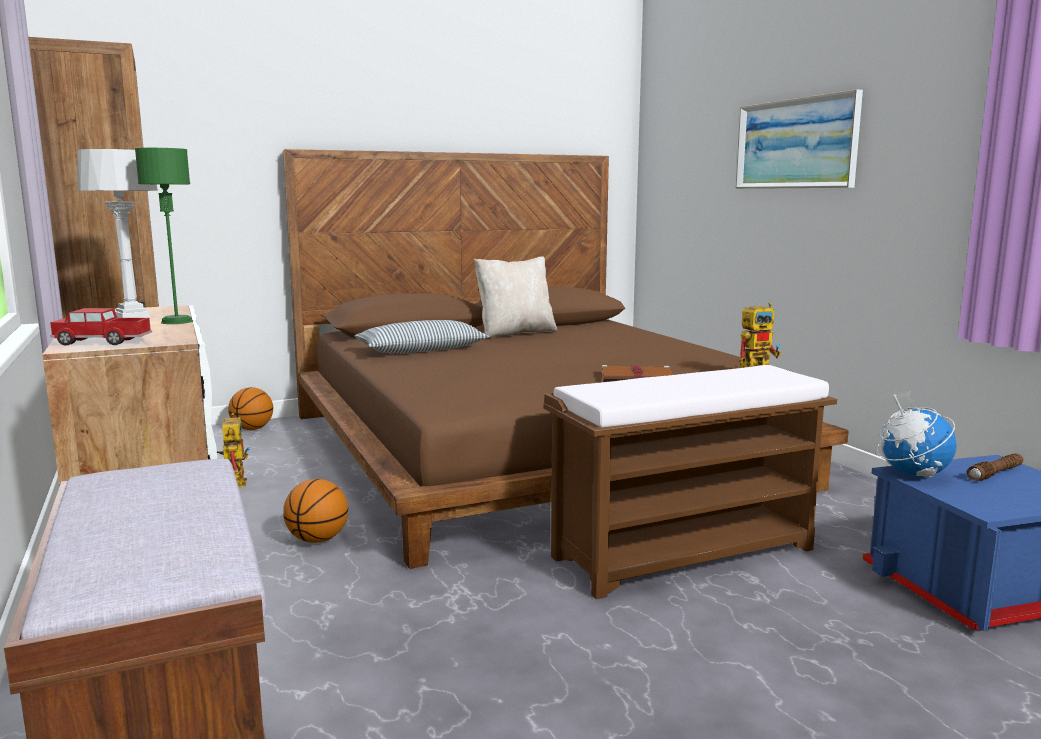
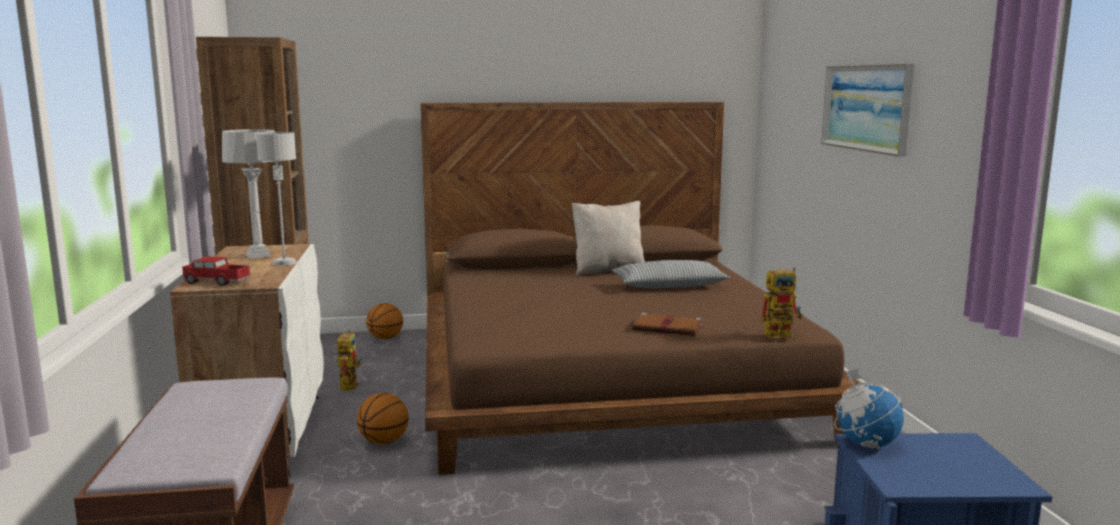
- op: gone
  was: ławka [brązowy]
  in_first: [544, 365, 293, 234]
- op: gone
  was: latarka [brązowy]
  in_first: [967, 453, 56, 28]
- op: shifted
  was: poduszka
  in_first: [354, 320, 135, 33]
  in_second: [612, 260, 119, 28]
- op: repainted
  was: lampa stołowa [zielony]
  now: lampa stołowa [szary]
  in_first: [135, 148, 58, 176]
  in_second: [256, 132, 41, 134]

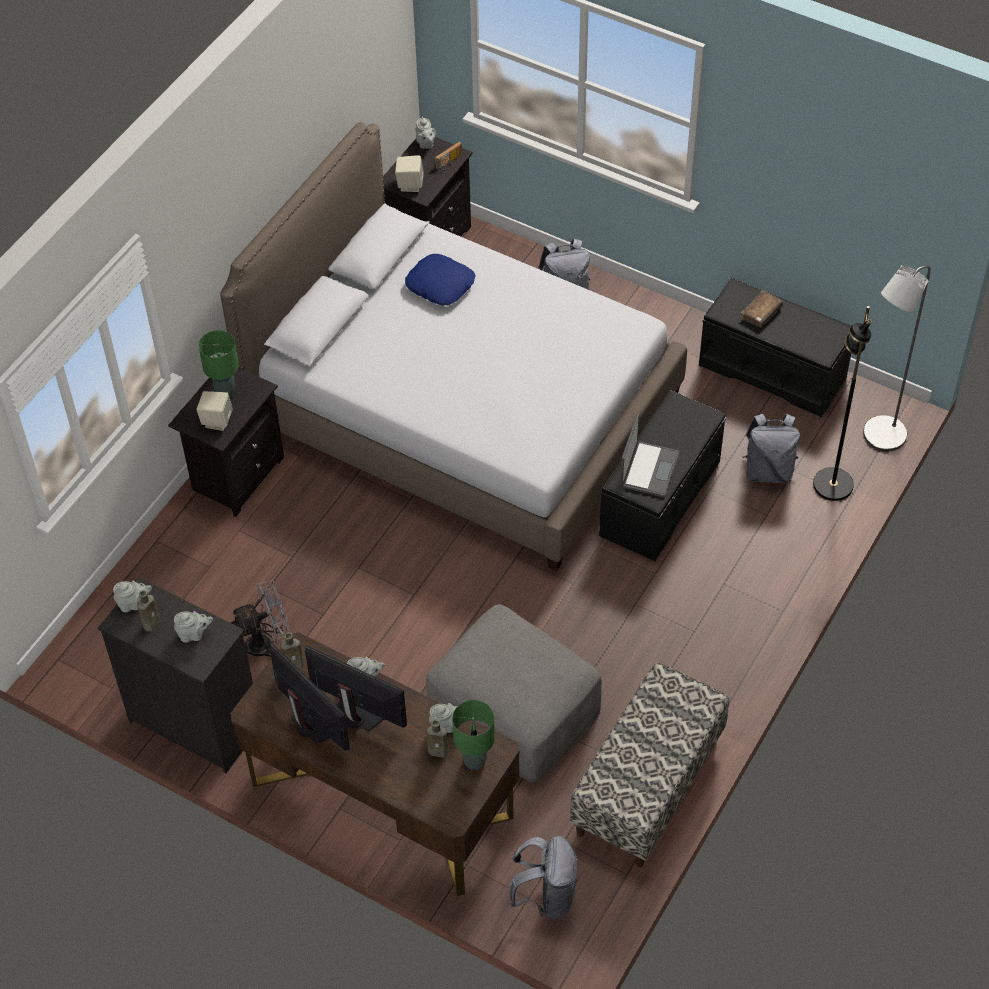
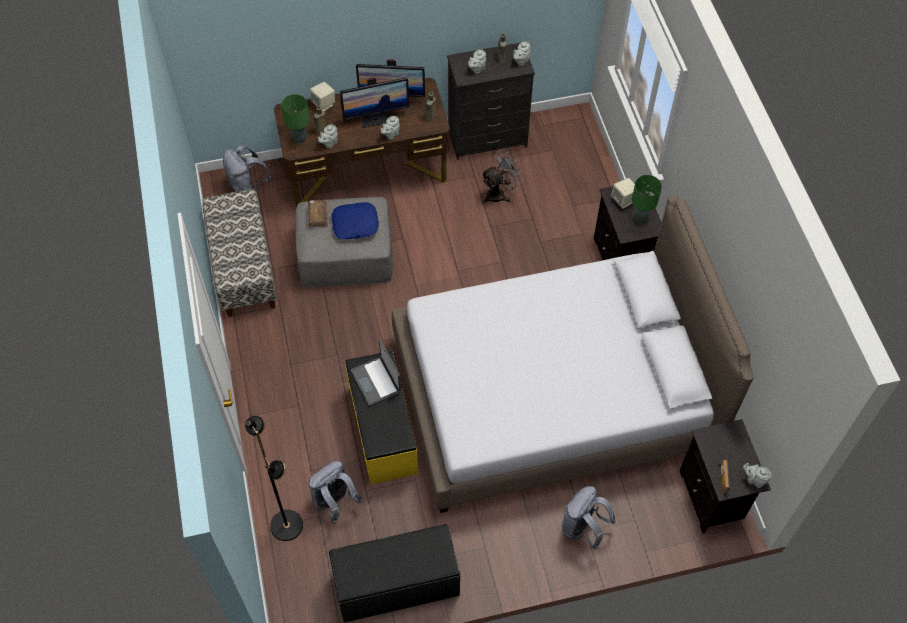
- op: gone
  was: lampa stojąca [szary]
  in_first: [863, 265, 68, 187]
- op: shifted
  was: głośnik [beżowy]
  in_first: [395, 155, 29, 37]
  in_second: [310, 82, 25, 29]
- op: shifted
  was: poduszka [niebieski]
  in_first: [405, 254, 70, 51]
  in_second: [331, 202, 48, 37]
- op: shifted
  was: książka [brązowy]
  in_first: [741, 290, 42, 37]
  in_second: [308, 200, 20, 27]
- op: repainted
  was: ławka [czarny]
  now: ławka [żółty]
  in_first: [599, 390, 127, 171]
  in_second: [345, 350, 73, 135]
- op: rotated
  was: wentylator [szary]
  in_first: [231, 580, 60, 77]
  in_second: [481, 149, 42, 55]
  clockwise: -150

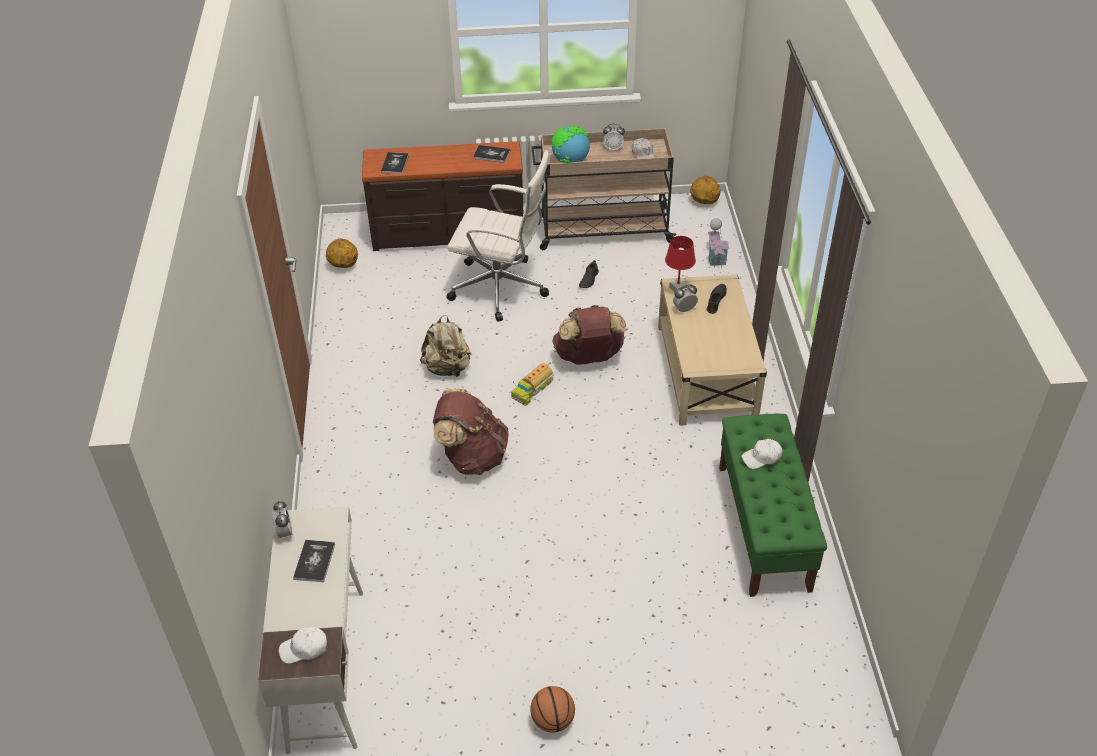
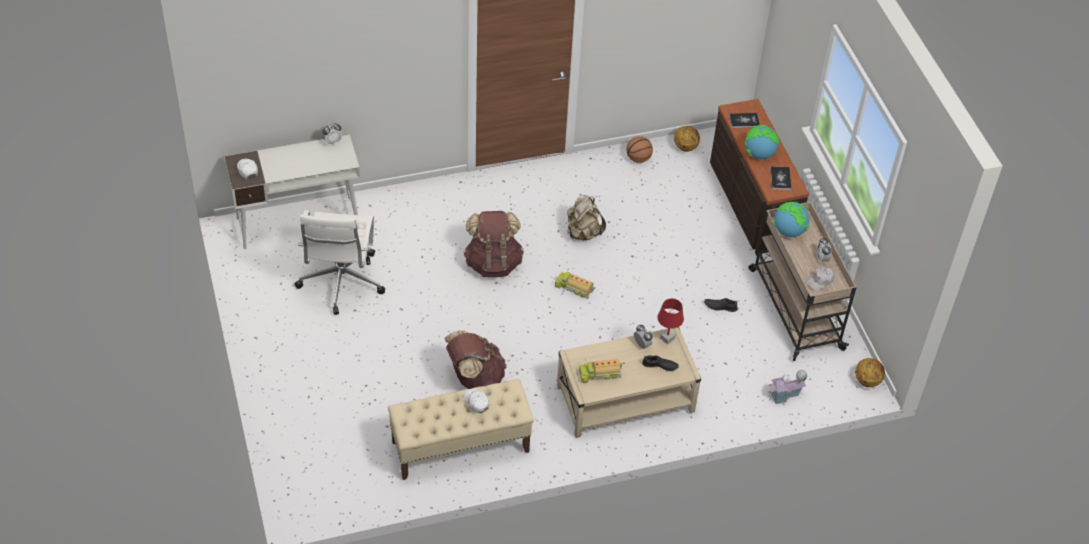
- op: gone
  was: książka
  in_first: [293, 540, 42, 42]
- op: new
  now: ciężarówka zabawkowa
  in_second: [579, 358, 46, 25]
- op: new
  now: globus
  in_second: [745, 125, 35, 34]
- op: shifted
  was: krzesło biurowe [biały]
  in_first: [446, 150, 104, 171]
  in_second: [294, 210, 91, 105]
- op: shifted
  was: piłka do koszykówki
  in_first: [530, 686, 45, 47]
  in_second: [626, 136, 27, 27]
- op: shifted
  was: plecak [brązowy]
  in_first: [552, 305, 74, 60]
  in_second: [445, 330, 62, 59]
- op: repainted
  was: ławka [zielony]
  now: ławka [beżowy]
  in_first: [719, 414, 108, 183]
  in_second: [388, 379, 146, 101]

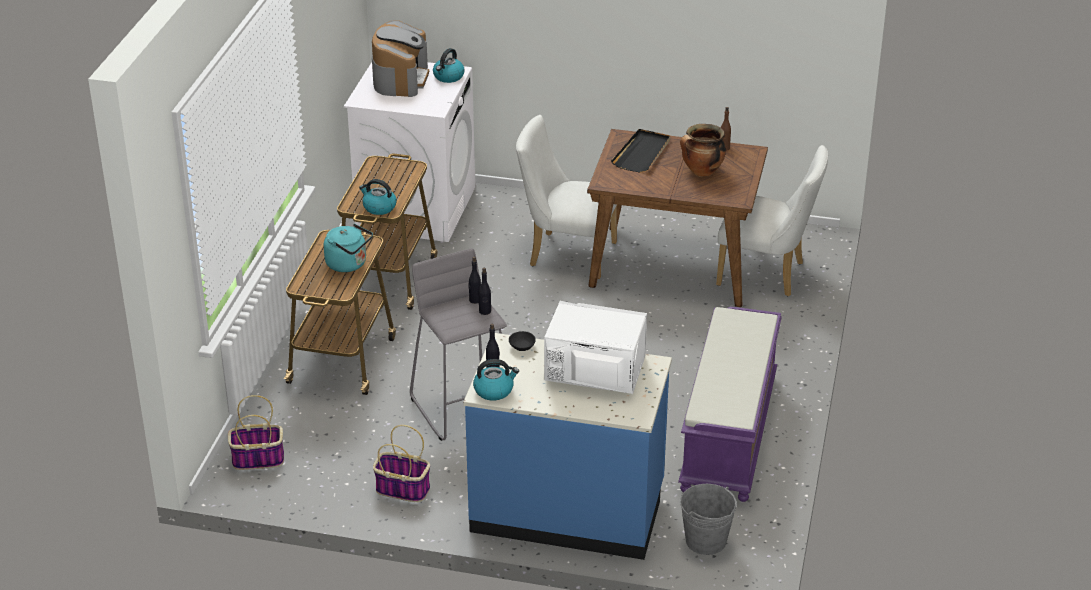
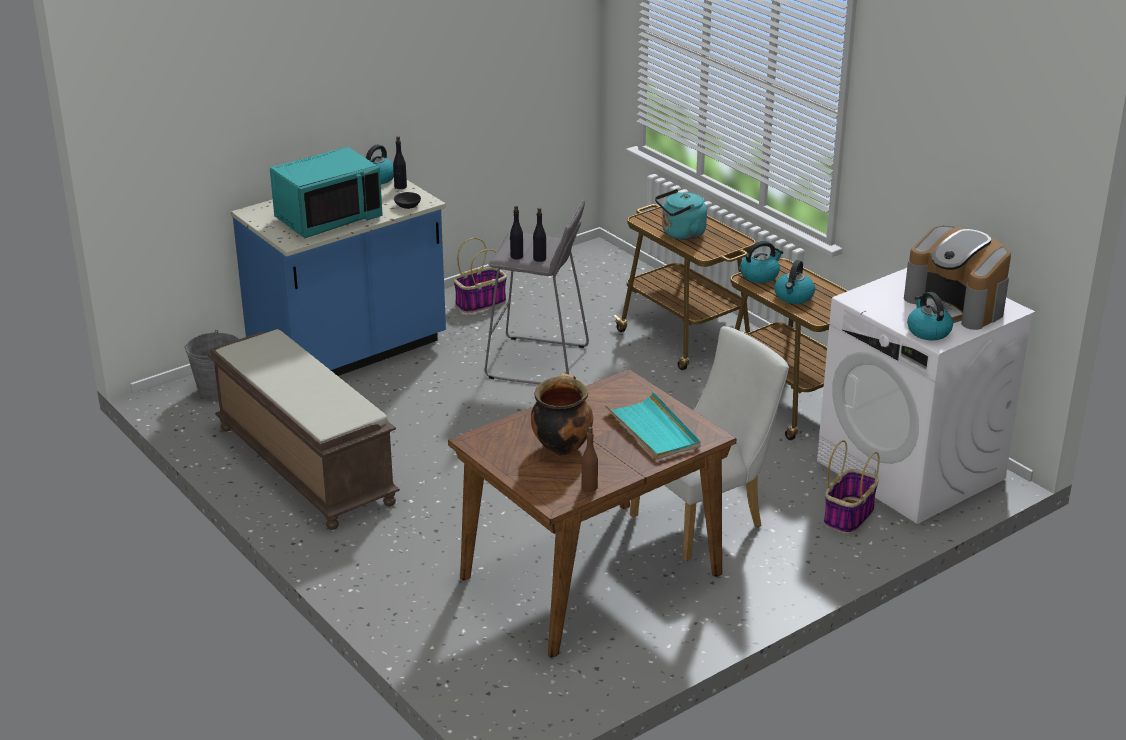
- op: gone
  was: krzesło [biały]
  in_first: [716, 145, 112, 152]
- op: new
  now: czajnik
  in_second: [774, 260, 41, 44]
- op: shifted
  was: koszyk
  in_first: [228, 395, 56, 75]
  in_second: [824, 440, 56, 94]
- op: repainted
  was: mikrofalówka [biały]
  now: mikrofalówka [turkusowy]
  in_first: [544, 301, 103, 93]
  in_second: [270, 147, 113, 91]
- op: repainted
  was: taca [czarny]
  now: taca [turkusowy]
  in_first: [611, 129, 59, 44]
  in_second: [605, 392, 96, 68]
- op: repainted
  was: ławka [fioletowy]
  now: ławka [brązowy]
  in_first: [678, 307, 104, 195]
  in_second: [208, 329, 192, 201]

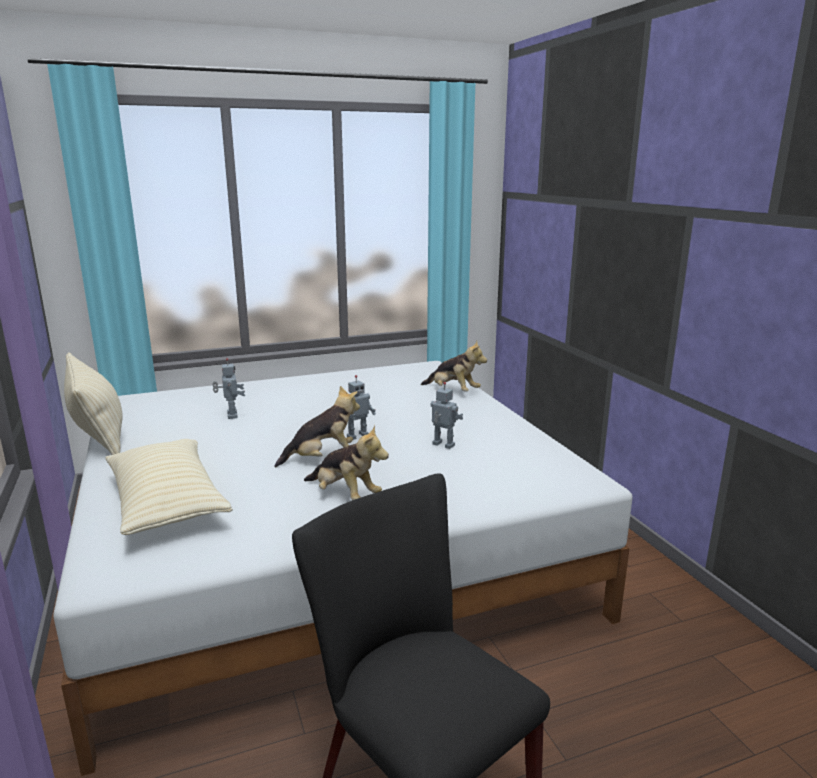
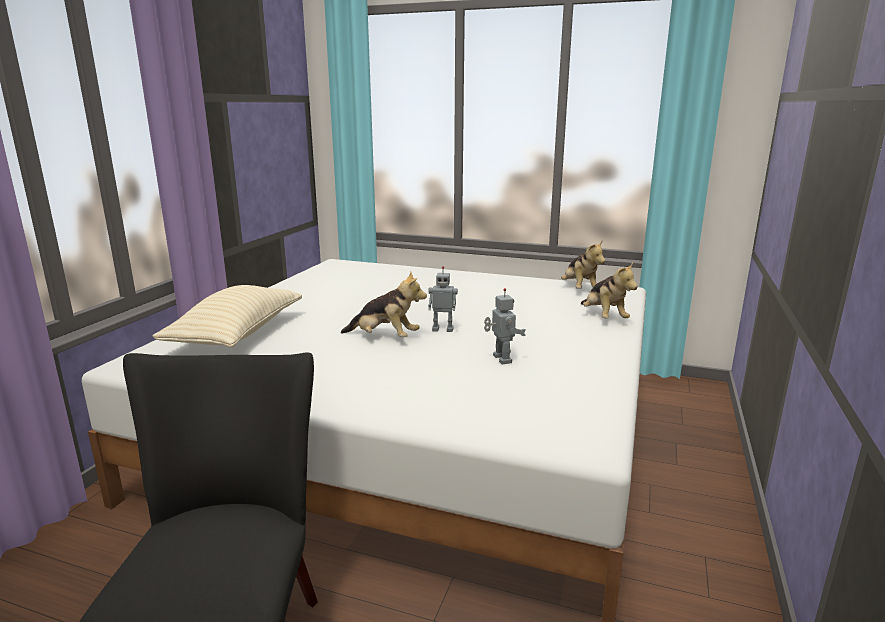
- op: gone
  was: poduszka [beżowy]
  in_first: [64, 352, 59, 103]
- op: gone
  was: robot zabawkowy
  in_first: [212, 358, 33, 61]
- op: shifted
  was: pluszak
  in_first: [304, 425, 85, 75]
  in_second: [561, 241, 44, 48]

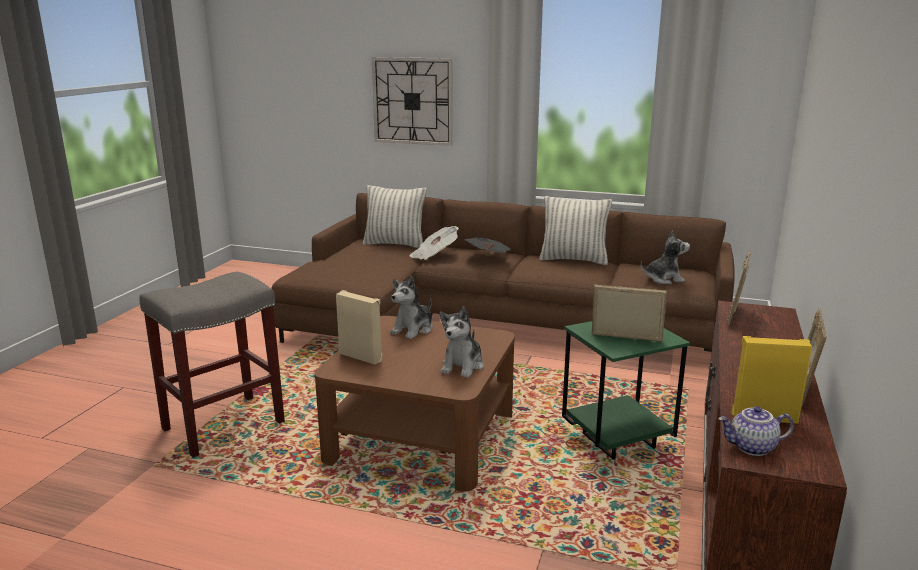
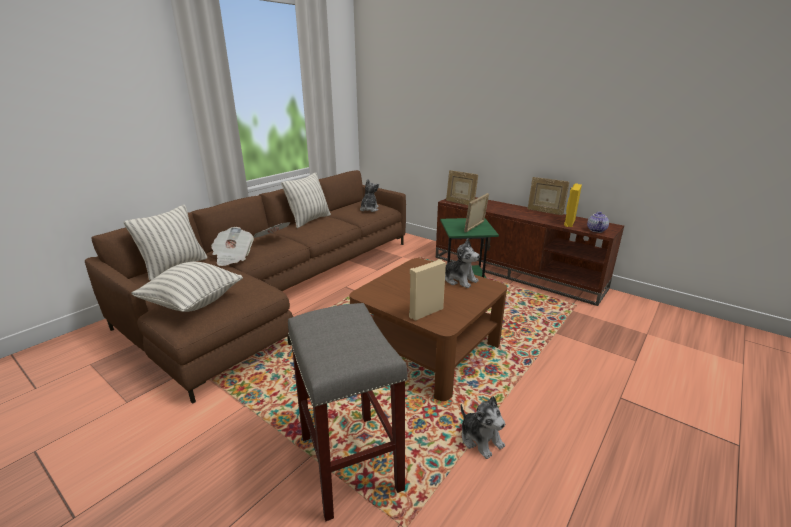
- op: gone
  was: zegar ścienny
  in_first: [372, 57, 81, 89]
- op: new
  now: poduszka
  in_second: [131, 262, 112, 50]
- op: shifted
  was: pluszak
  in_first: [390, 275, 43, 64]
  in_second: [461, 396, 44, 63]

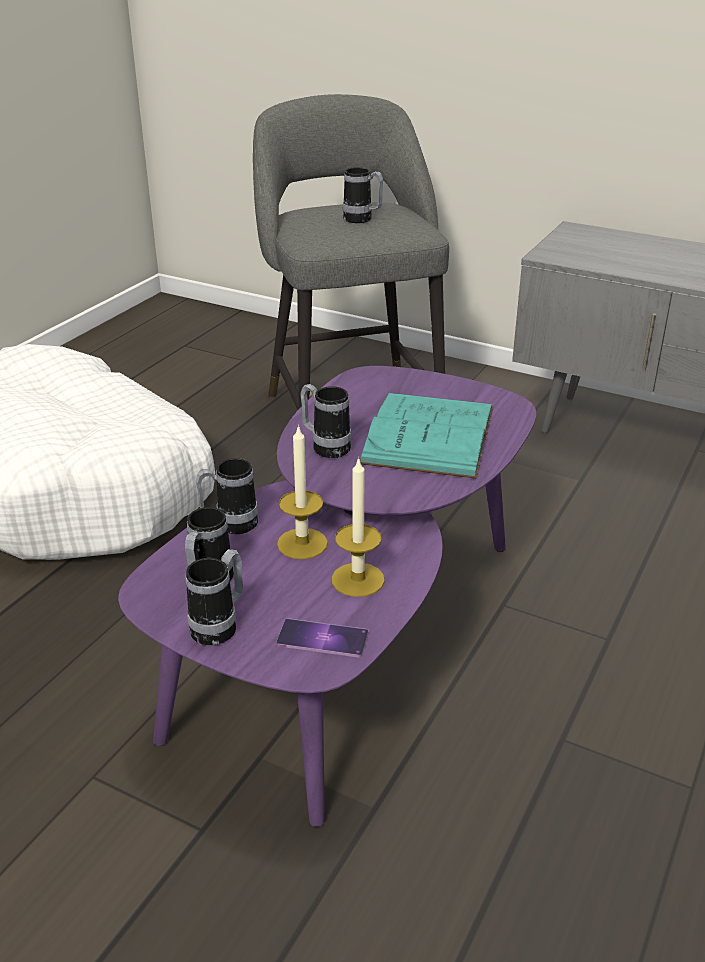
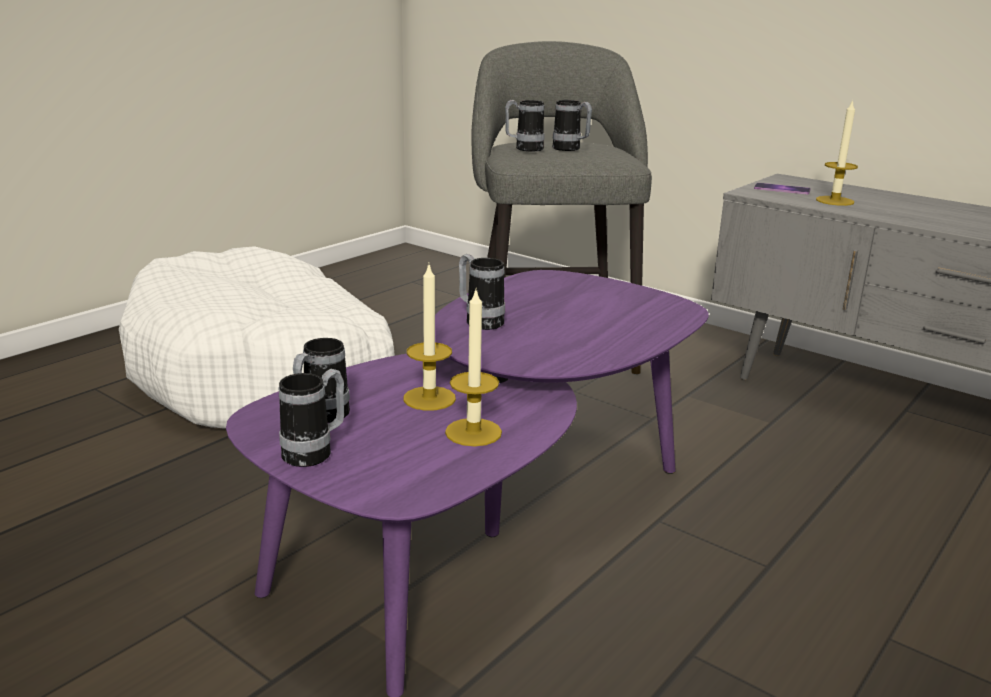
- op: gone
  was: książka [turkusowy]
  in_first: [360, 393, 134, 86]
- op: new
  now: świeca
  in_second: [816, 99, 42, 107]
- op: shifted
  was: kubek
  in_first: [196, 458, 62, 76]
  in_second: [505, 100, 39, 51]
- op: shifted
  was: telefon
  in_first: [276, 618, 93, 39]
  in_second: [754, 183, 57, 11]

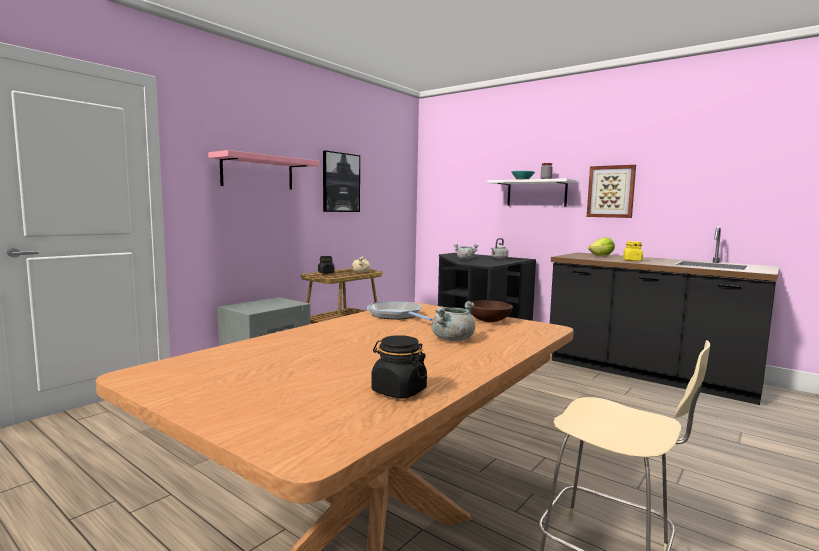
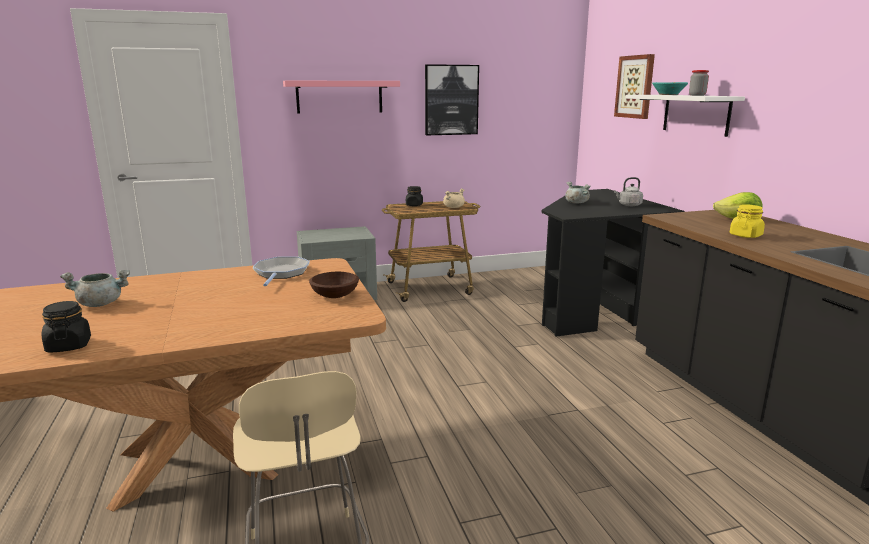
- op: shifted
  was: garnek [szary]
  in_first: [431, 301, 44, 40]
  in_second: [60, 270, 70, 37]
- op: shifted
  was: obraz
  in_first: [587, 165, 49, 53]
  in_second: [614, 54, 41, 65]

